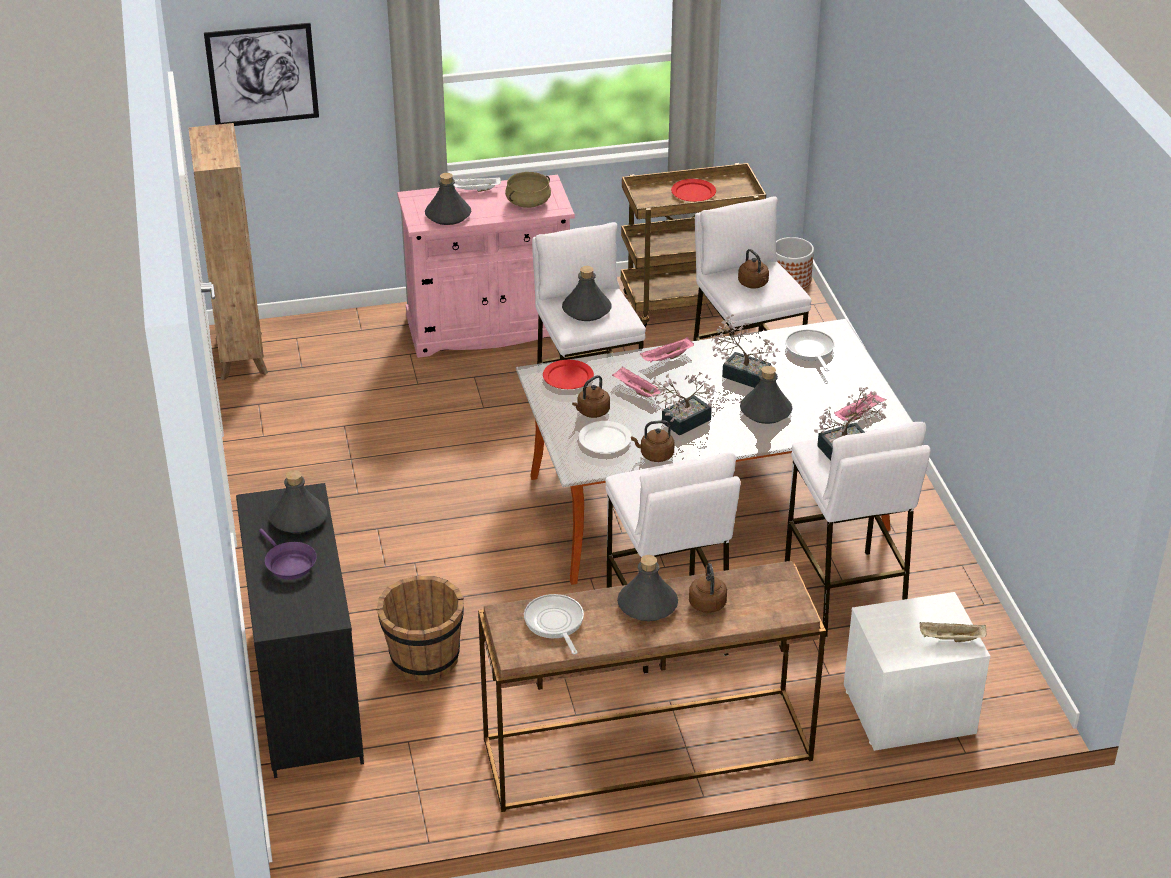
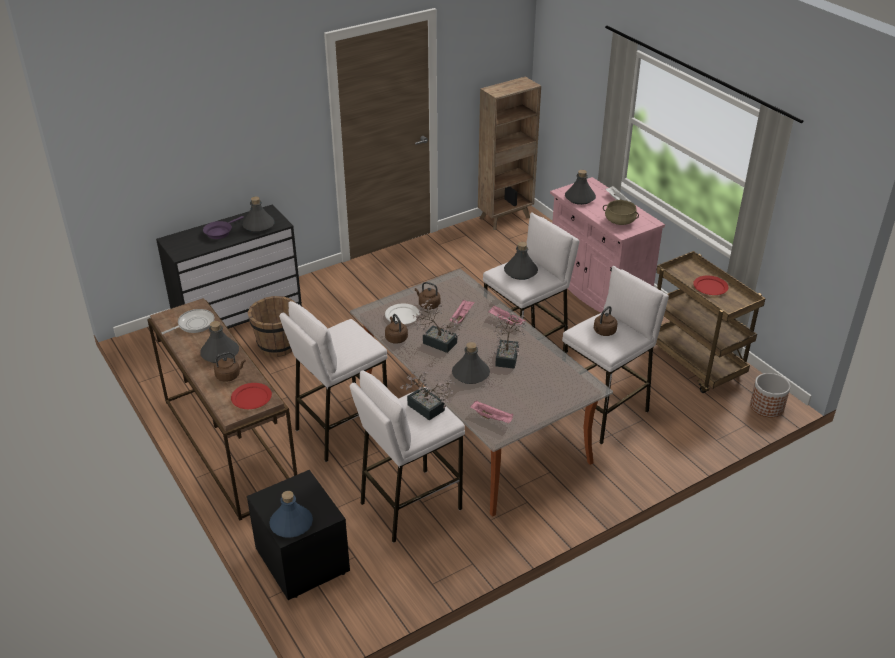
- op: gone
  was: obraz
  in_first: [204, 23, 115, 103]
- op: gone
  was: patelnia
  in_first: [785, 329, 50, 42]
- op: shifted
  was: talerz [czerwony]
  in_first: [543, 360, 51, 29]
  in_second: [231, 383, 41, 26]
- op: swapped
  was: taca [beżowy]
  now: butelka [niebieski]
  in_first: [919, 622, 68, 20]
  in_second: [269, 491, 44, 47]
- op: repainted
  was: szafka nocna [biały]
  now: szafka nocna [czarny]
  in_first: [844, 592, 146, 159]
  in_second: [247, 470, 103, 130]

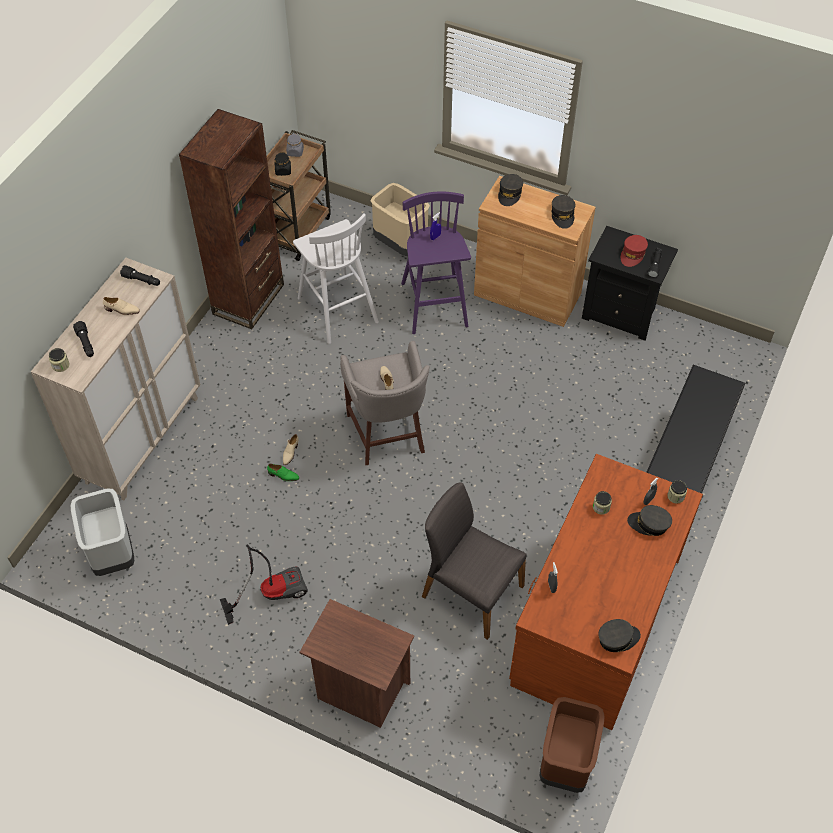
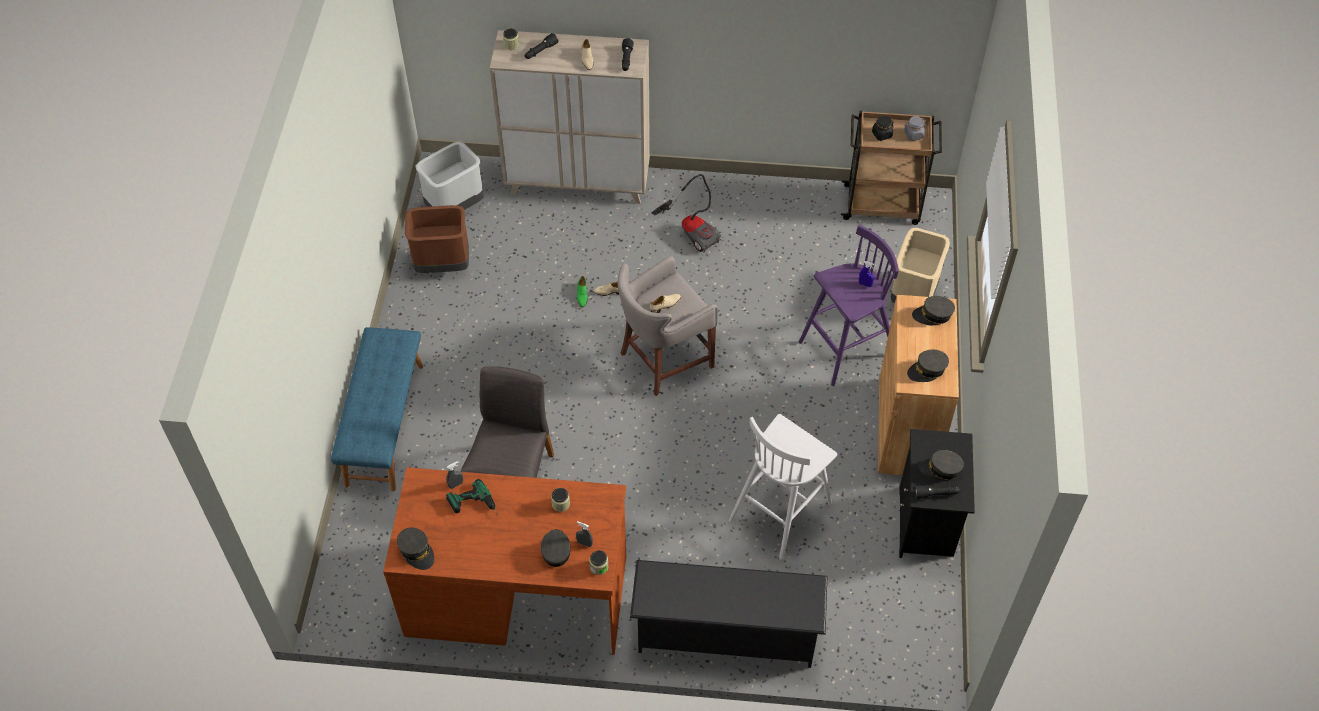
- op: gone
  was: regał [brązowy]
  in_first: [179, 109, 105, 220]
- op: new
  now: wiertarka
  in_second: [446, 479, 52, 36]
- op: shifted
  was: odkurzacz
  in_first: [220, 545, 88, 80]
  in_second: [651, 174, 70, 79]
- op: shifted
  was: stołek [biały]
  in_first: [293, 214, 86, 130]
  in_second: [729, 414, 108, 146]
- op: shifted
  was: kosz na śmieci [brązowy]
  in_first: [540, 697, 65, 96]
  in_second: [405, 205, 64, 68]
- op: swapped
  was: szafka nocna [brązowy]
  now: ławka [niebieski]
  in_first: [299, 599, 115, 129]
  in_second: [331, 327, 92, 164]
- op: repainted
  was: czapka z daszkiem [czerwony]
  now: czapka z daszkiem [szary]
  in_first: [621, 235, 27, 32]
  in_second: [919, 450, 45, 30]

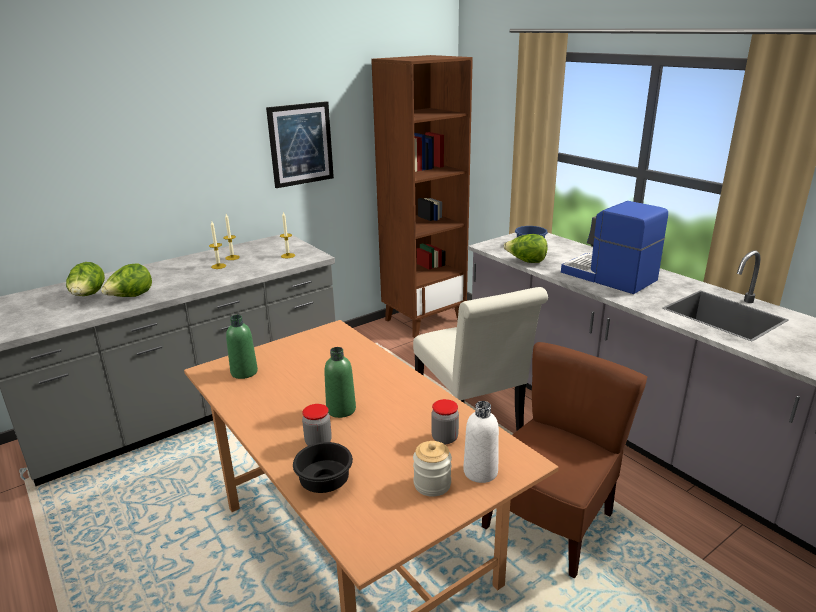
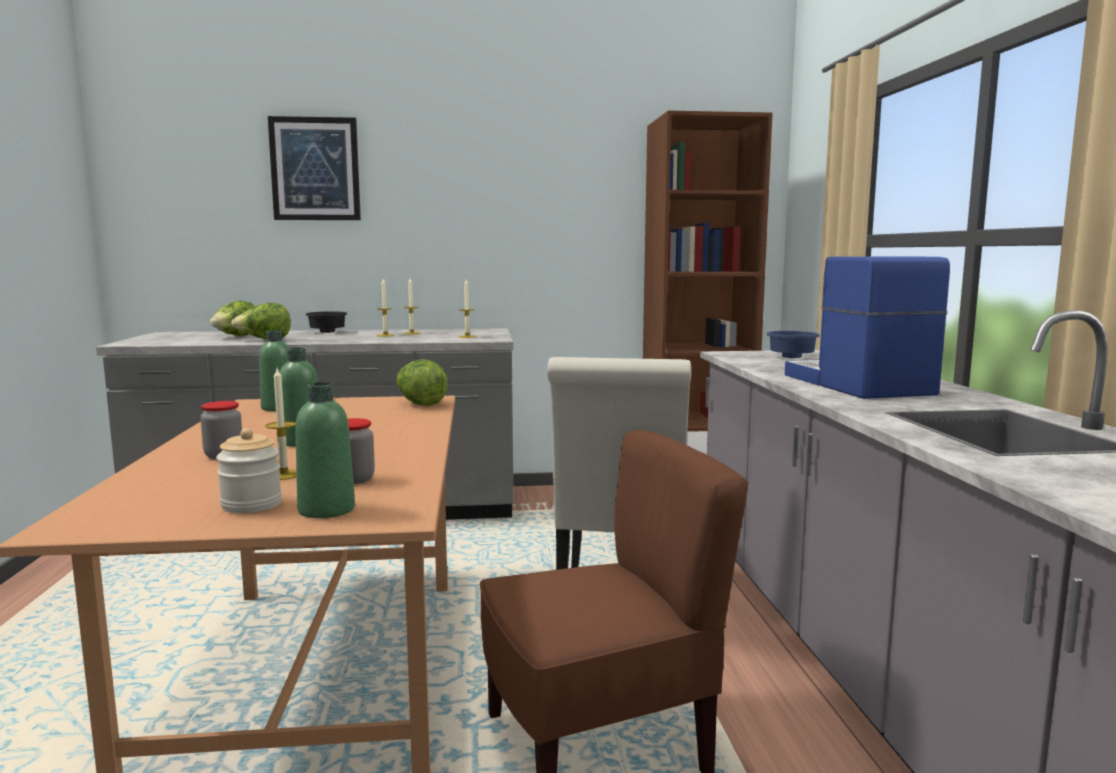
- op: new
  now: świeca
  in_second: [265, 368, 32, 112]
- op: shifted
  was: obraz
  in_first: [266, 101, 68, 87]
  in_second: [268, 116, 93, 104]
- op: shifted
  was: miska [czarny]
  in_first: [293, 442, 60, 51]
  in_second: [306, 311, 41, 22]
- op: shifted
  was: sałata
  in_first: [504, 234, 44, 29]
  in_second: [396, 359, 52, 47]
- op: repainted
  was: butelka [biały]
  now: butelka [zielony]
  in_first: [463, 401, 36, 82]
  in_second: [295, 382, 60, 136]

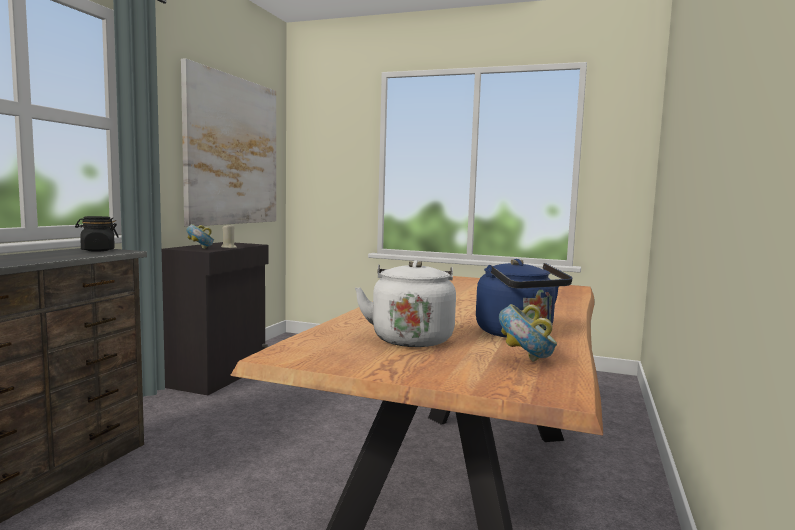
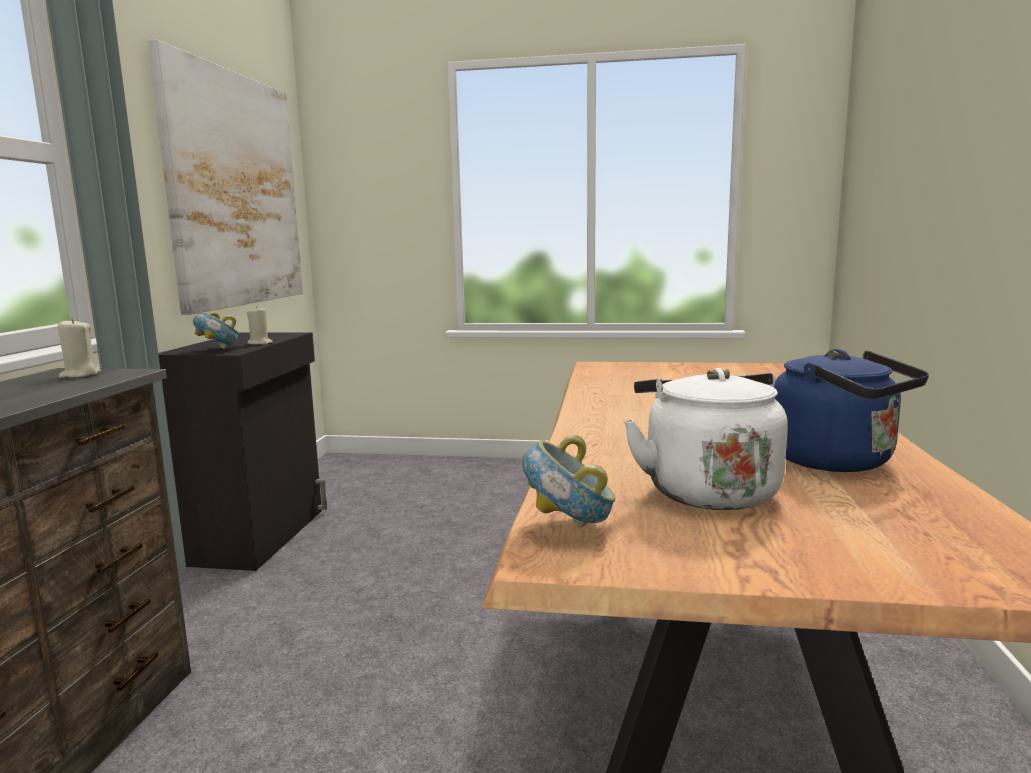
- op: shifted
  was: miska
  in_first: [499, 304, 58, 57]
  in_second: [522, 435, 93, 92]
- op: swapped
  was: słoik [czarny]
  now: świeca [beżowy]
  in_first: [75, 216, 44, 35]
  in_second: [57, 318, 44, 60]

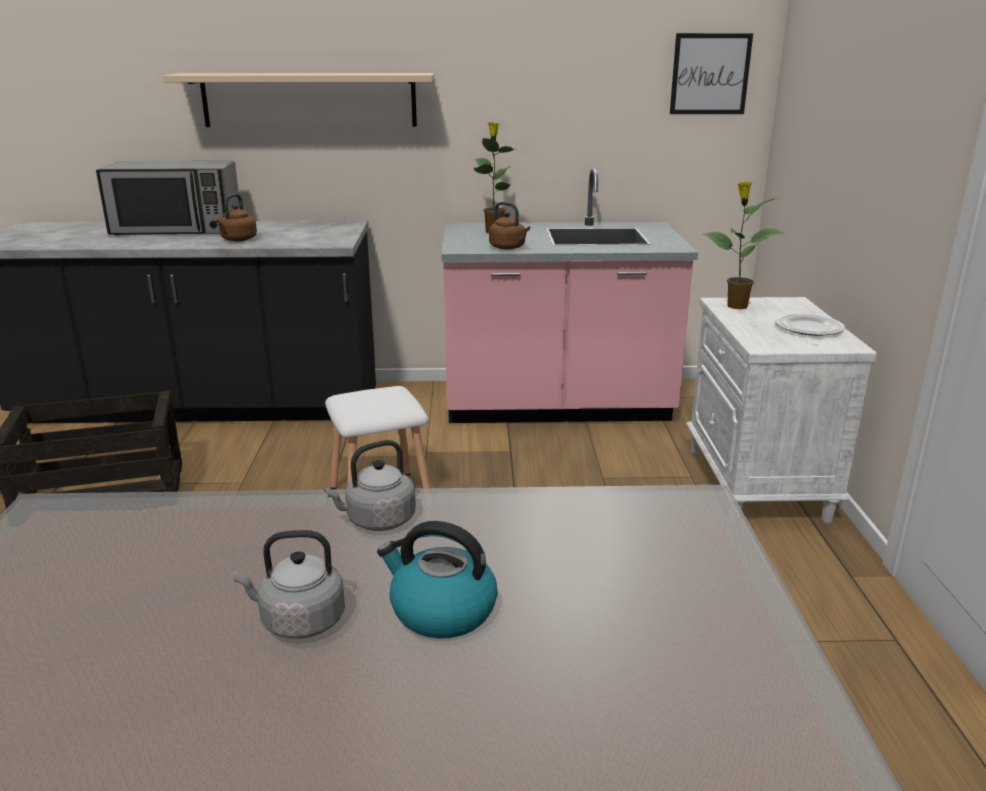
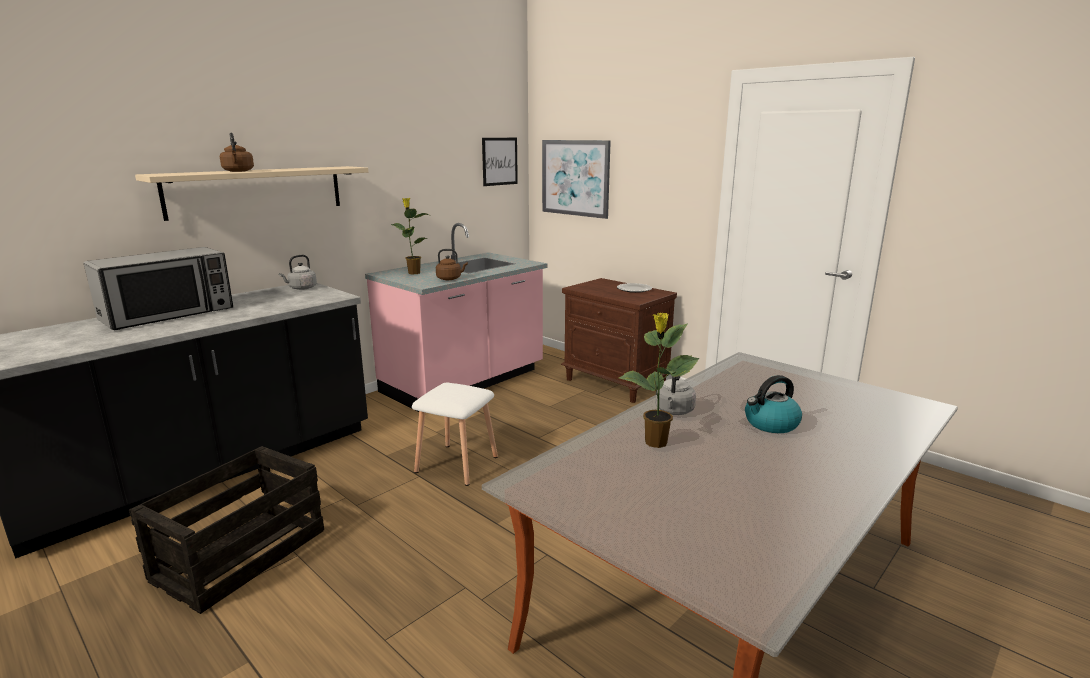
- op: new
  now: obraz
  in_second: [542, 140, 69, 79]
- op: shifted
  was: czajnik [brązowy]
  in_first: [216, 194, 41, 47]
  in_second: [220, 132, 34, 40]
- op: shifted
  was: czajnik [szary]
  in_first: [233, 530, 112, 109]
  in_second: [279, 255, 38, 35]
- op: shifted
  was: roślina doniczkowa
  in_first: [702, 181, 82, 128]
  in_second: [619, 313, 80, 135]
- op: repainted
  was: szafka nocna [biały]
  now: szafka nocna [brązowy]
  in_first: [686, 297, 191, 227]
  in_second: [561, 278, 116, 125]

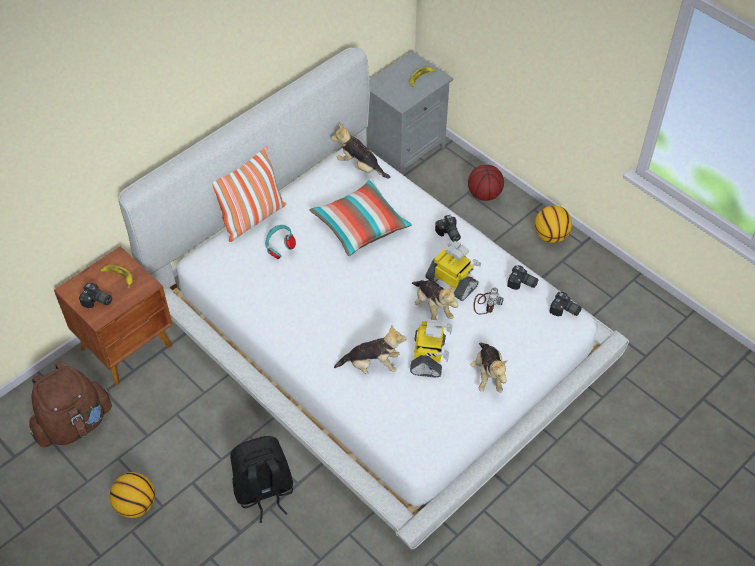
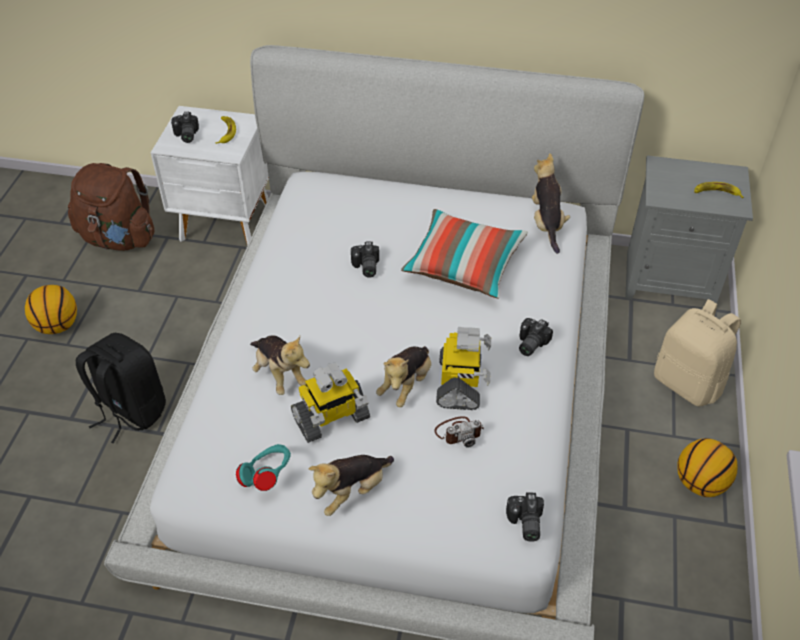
- op: gone
  was: poduszka
  in_first: [212, 146, 74, 96]
- op: shifted
  was: słuchawki [turkusowy]
  in_first: [265, 225, 31, 34]
  in_second: [236, 444, 55, 47]
- op: shifted
  was: aparat fotograficzny
  in_first: [507, 265, 31, 25]
  in_second: [351, 241, 28, 37]
- op: swapped
  was: piłka do koszykówki
  now: plecak [beżowy]
  in_first: [468, 165, 36, 36]
  in_second: [654, 299, 87, 107]
- op: repainted
  was: szafka nocna [brązowy]
  now: szafka nocna [biały]
  in_first: [54, 246, 119, 139]
  in_second: [151, 106, 118, 140]

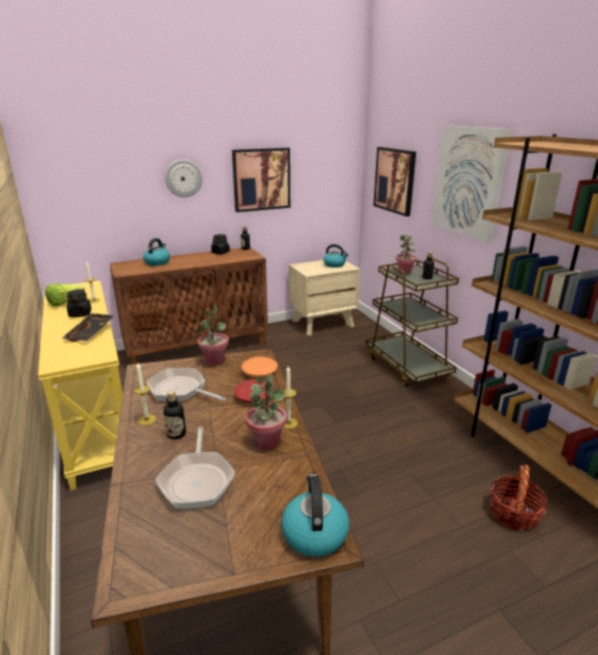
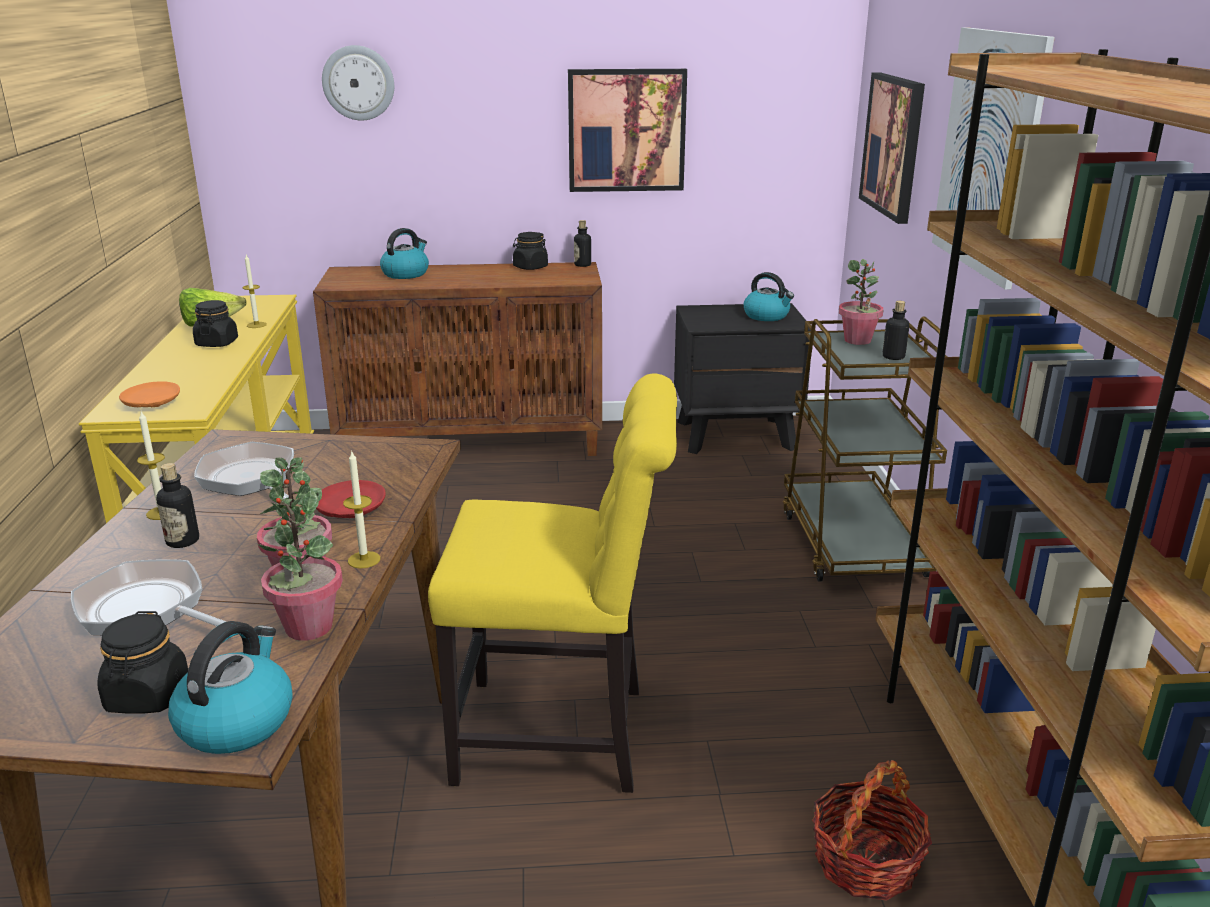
- op: gone
  was: taca [czarny]
  in_first: [62, 313, 53, 29]
- op: new
  now: słoik [czarny]
  in_second: [97, 611, 91, 102]
- op: new
  now: krzesło [żółty]
  in_second: [428, 373, 249, 420]
- op: shifted
  was: zegar ścienny
  in_first: [165, 159, 37, 38]
  in_second: [322, 45, 72, 76]
- op: shifted
  was: roślina doniczkowa
  in_first: [197, 305, 32, 61]
  in_second: [258, 490, 85, 151]
- op: shifted
  was: talerz [pomarańczowy]
  in_first: [242, 357, 36, 20]
  in_second: [119, 381, 61, 26]
- op: repainted
  was: szafka nocna [beżowy]
  now: szafka nocna [czarny]
  in_first: [289, 260, 71, 75]
  in_second: [674, 303, 137, 151]
- op: rotated
  was: patelnia
  in_first: [155, 427, 80, 82]
  in_second: [71, 559, 155, 76]
  clockwise: 105

